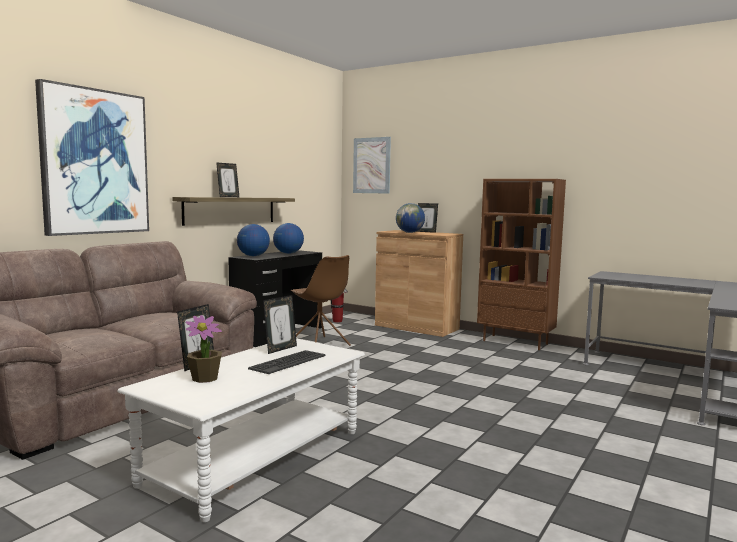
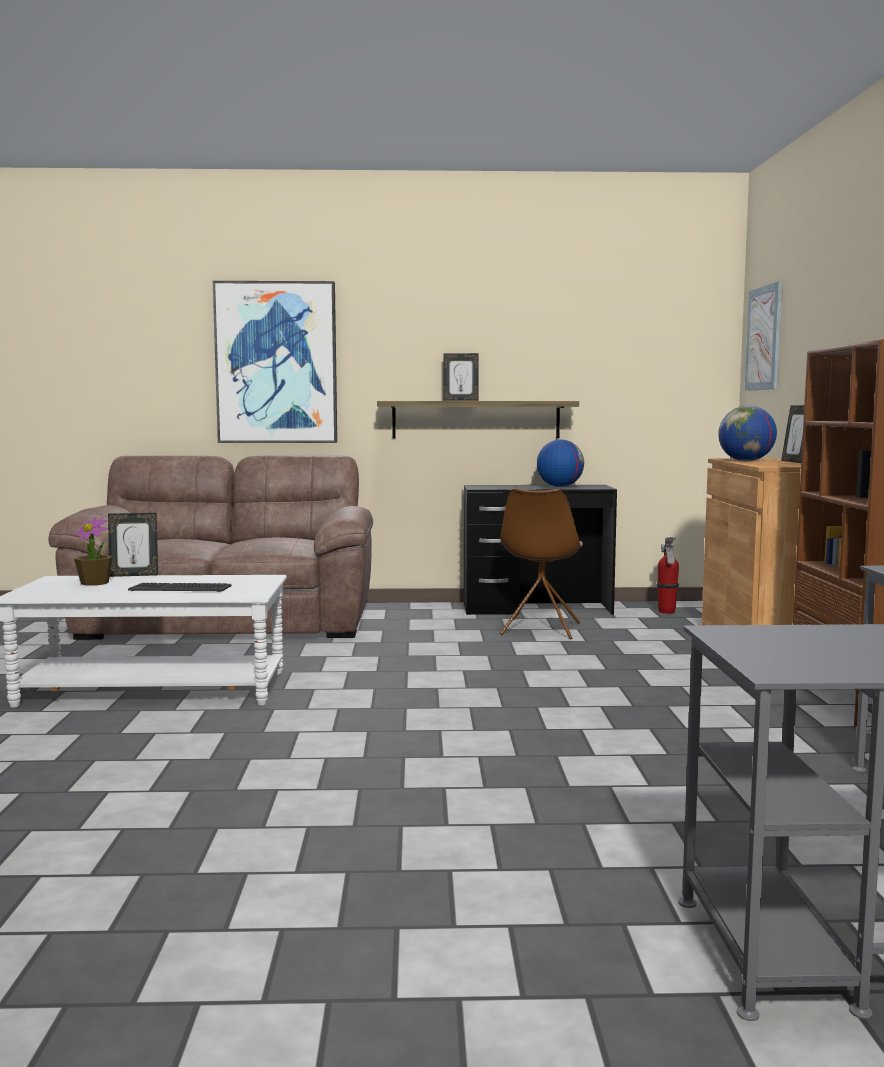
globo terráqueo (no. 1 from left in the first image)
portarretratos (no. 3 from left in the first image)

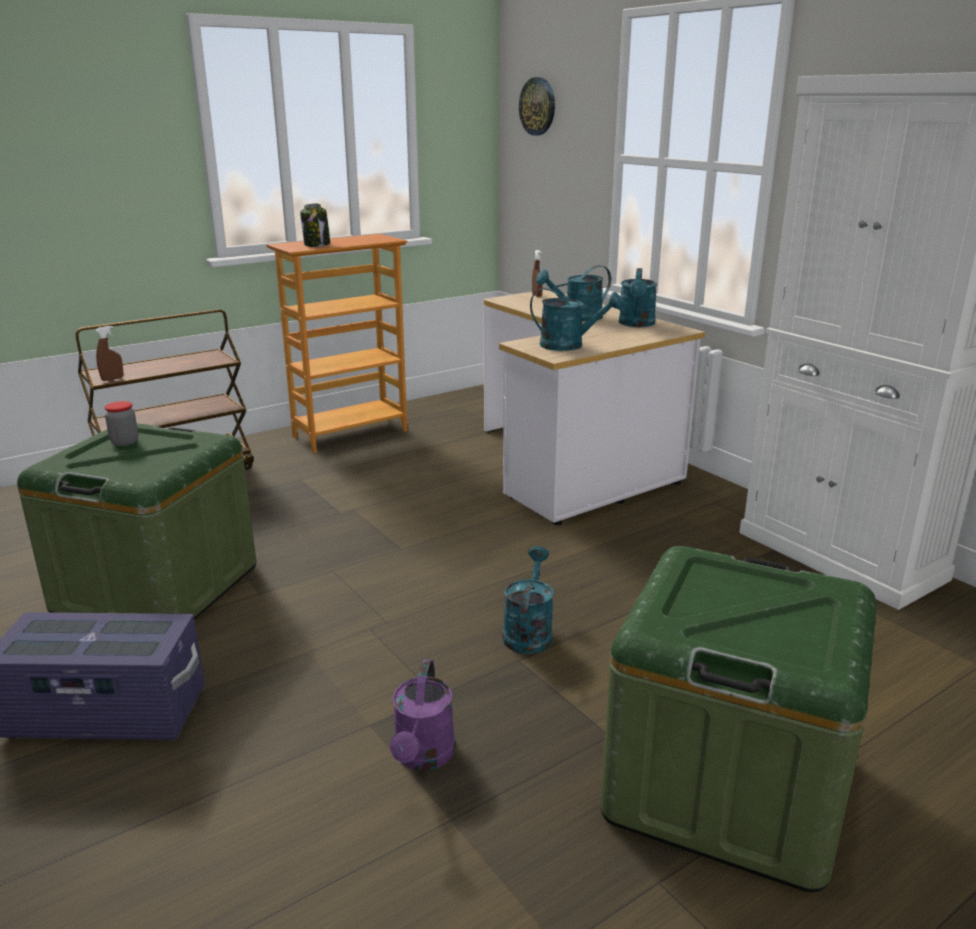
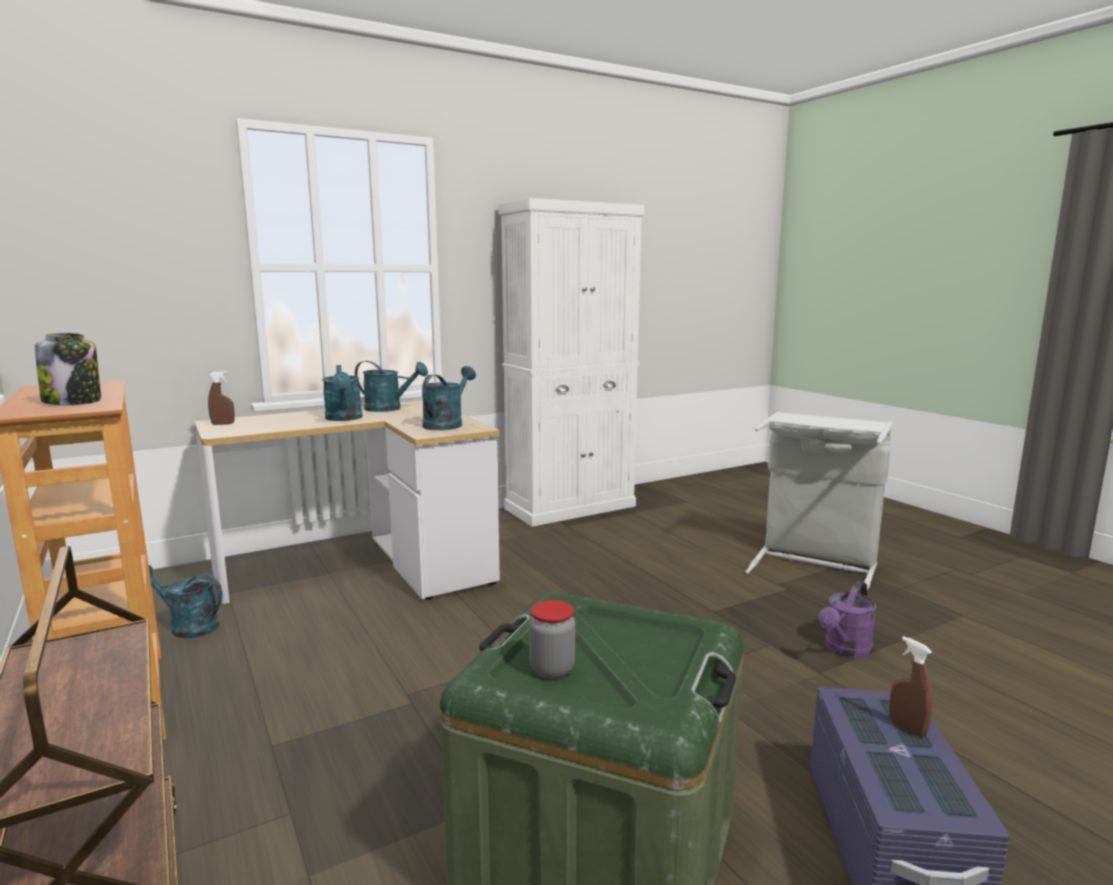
regadera [turquesa] (no. 1 from left)
cesto de la ropa [gris]
regadera [morado]
pulverizador [marrón] (no. 2 from left)
reloj de pared

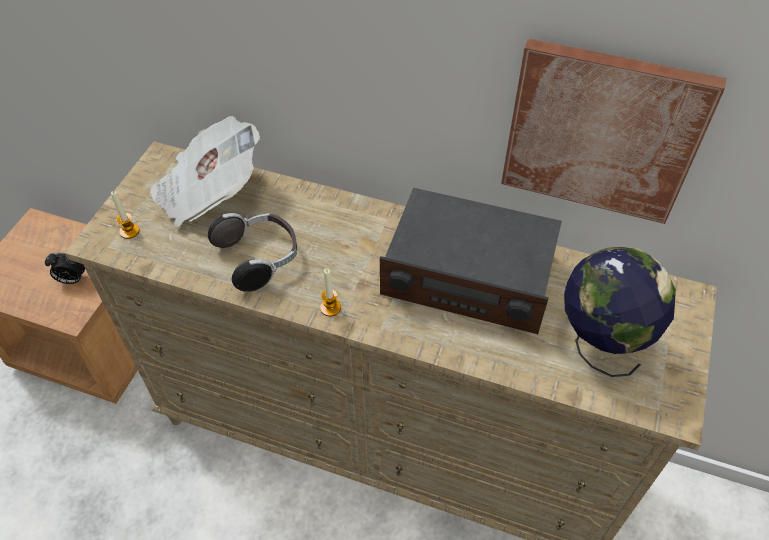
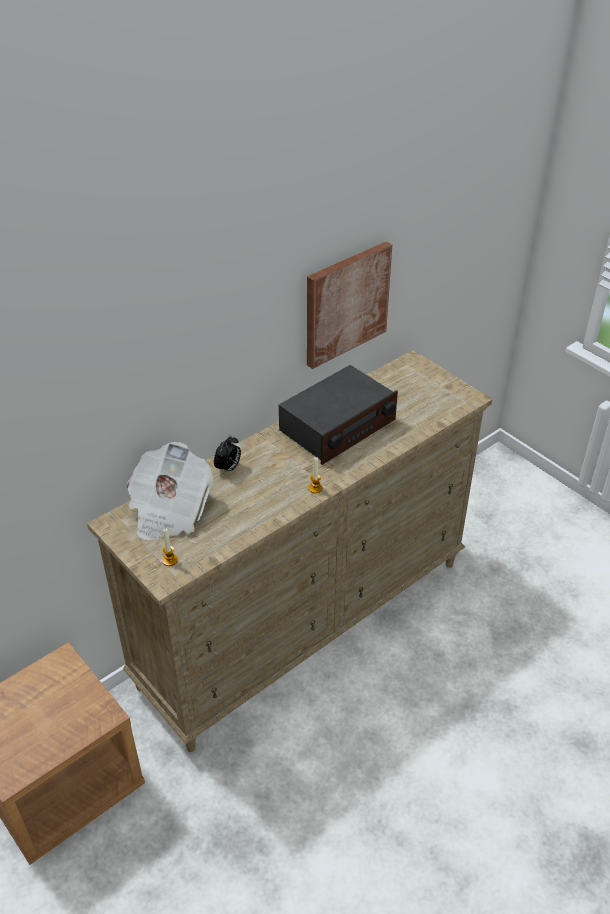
despertador
auriculares
globo terráqueo

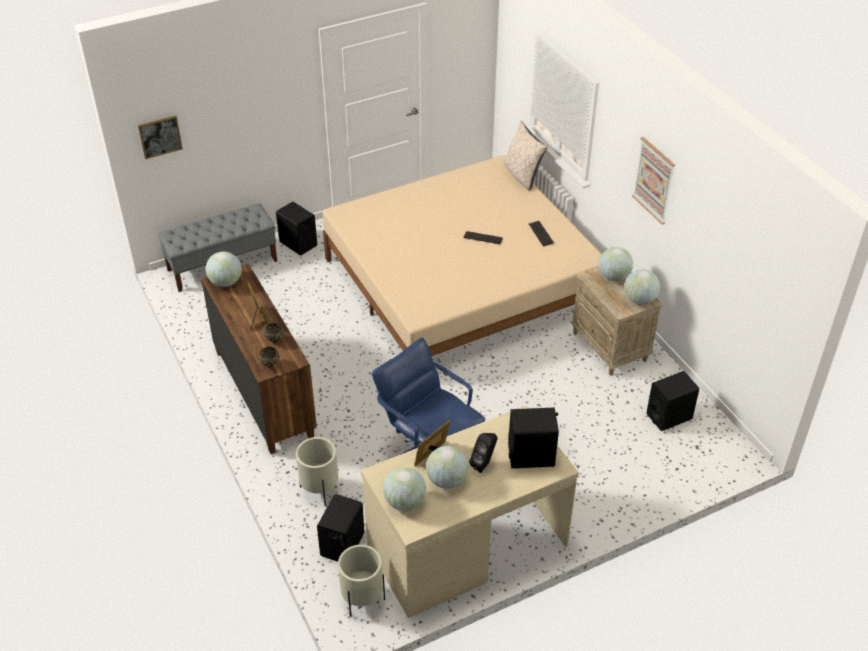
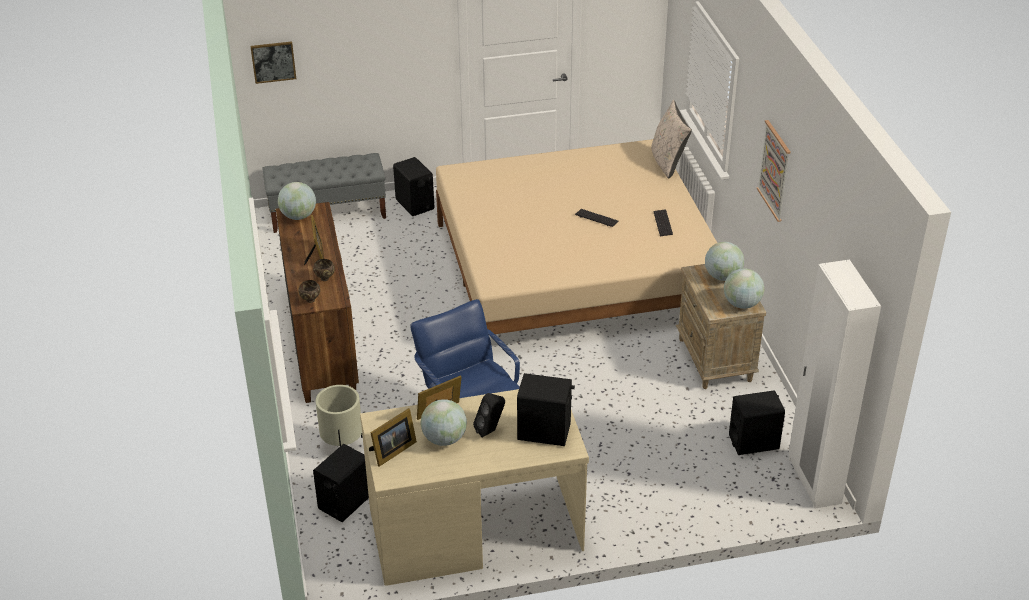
portarretratos (no. 2 from left)
armario ropero [blanco]
maceta [beis] (no. 2 from left in the first image)

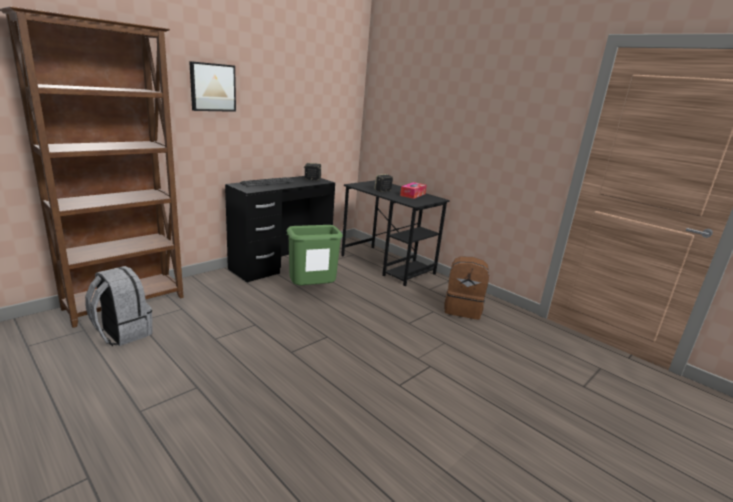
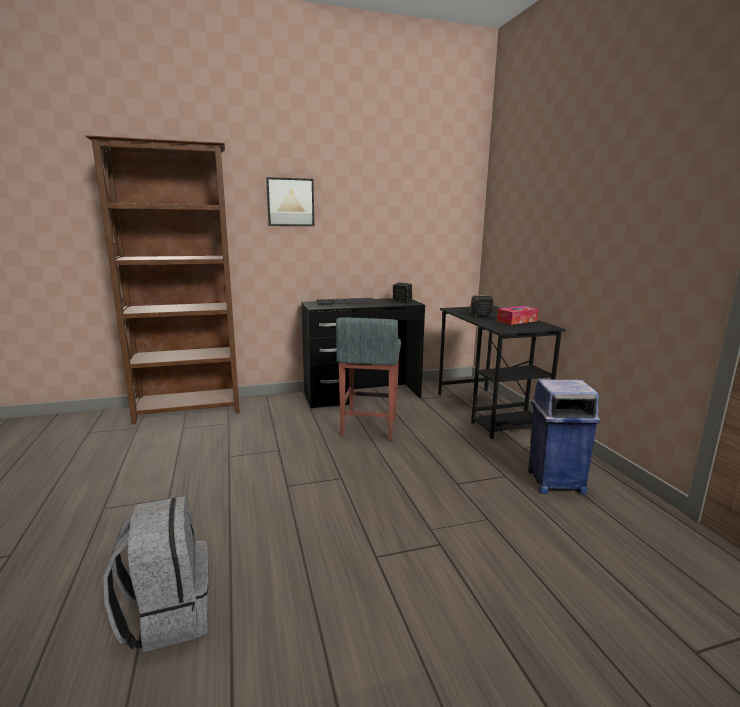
mochila [gris]
taburete [gris]
papelera [azul]

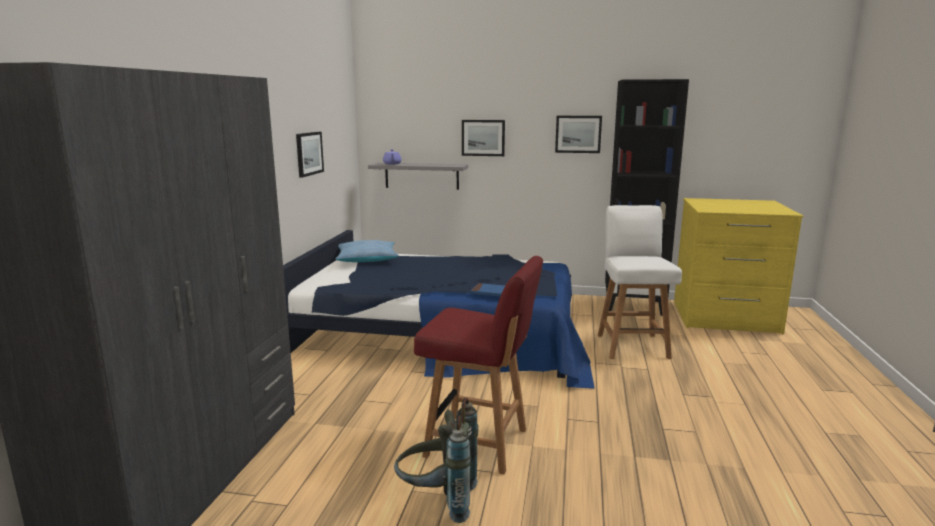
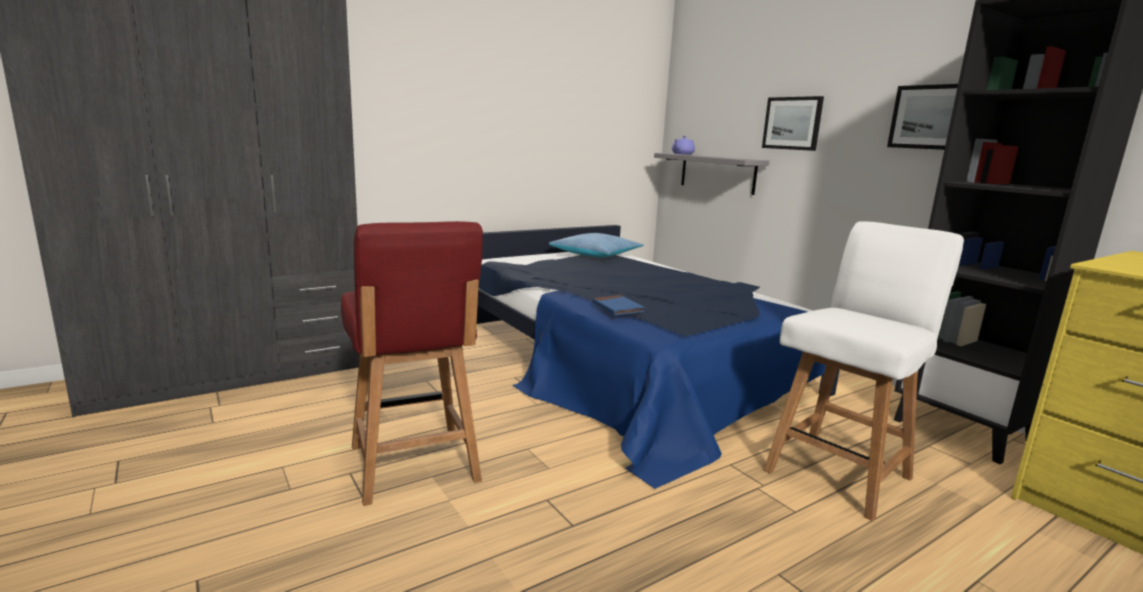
cuadro (no. 1 from left in the first image)
mochila [gris]

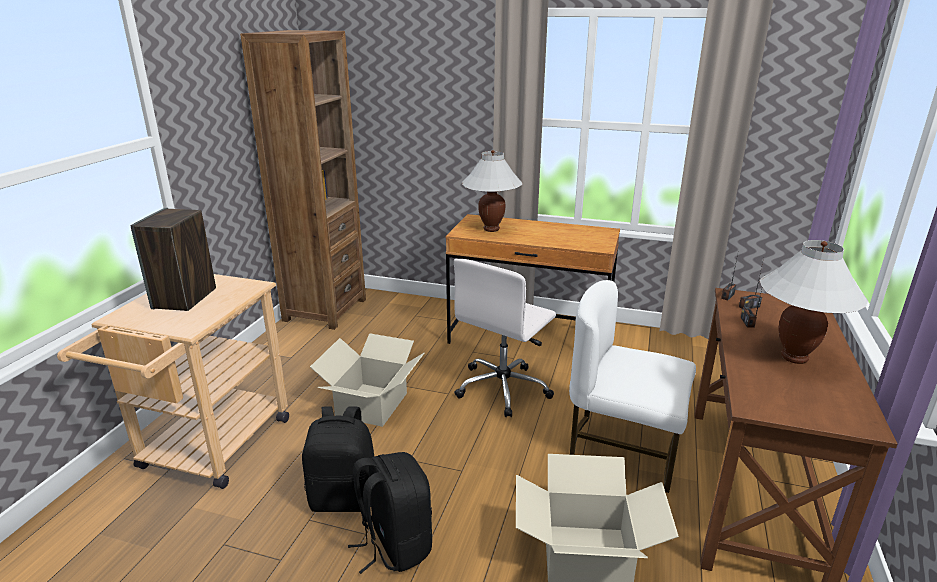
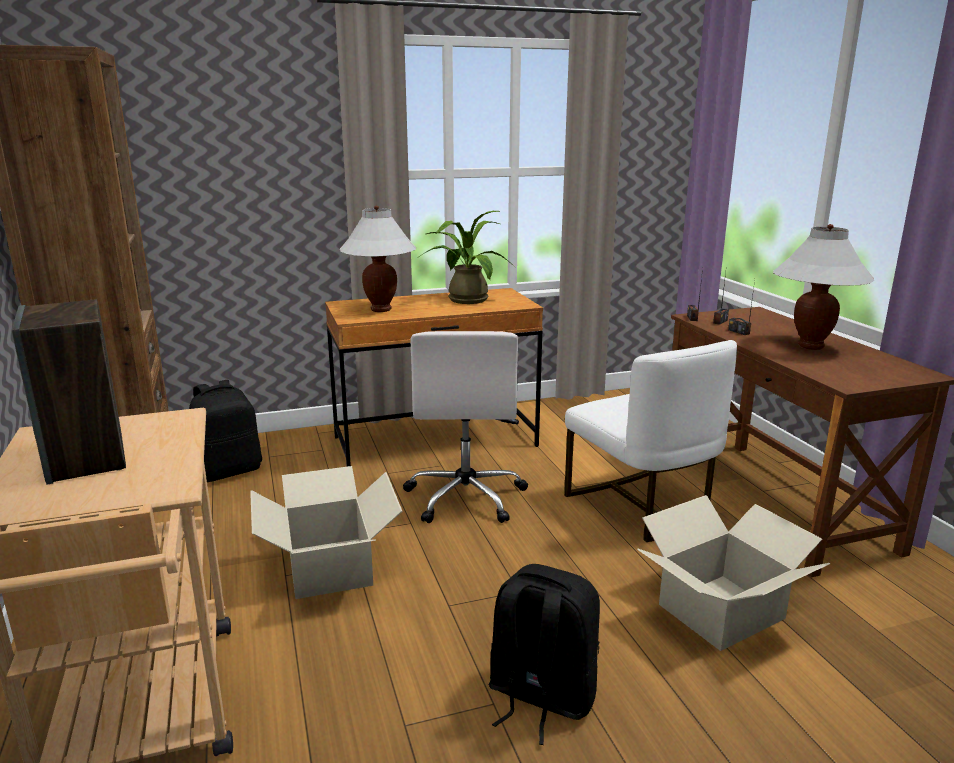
mochila [negro] (no. 1 from left)
planta en maceta
silla [blanco]

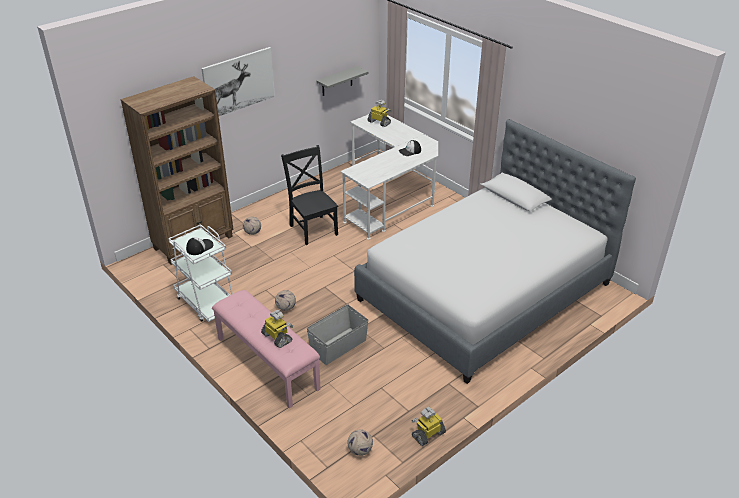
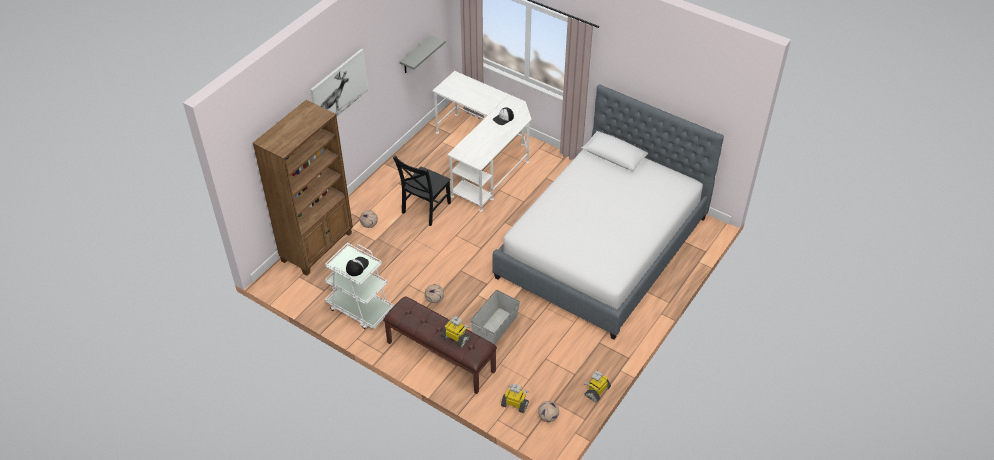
banco [marrón]
silla [negro]
robot de juguete (no. 2 from left)

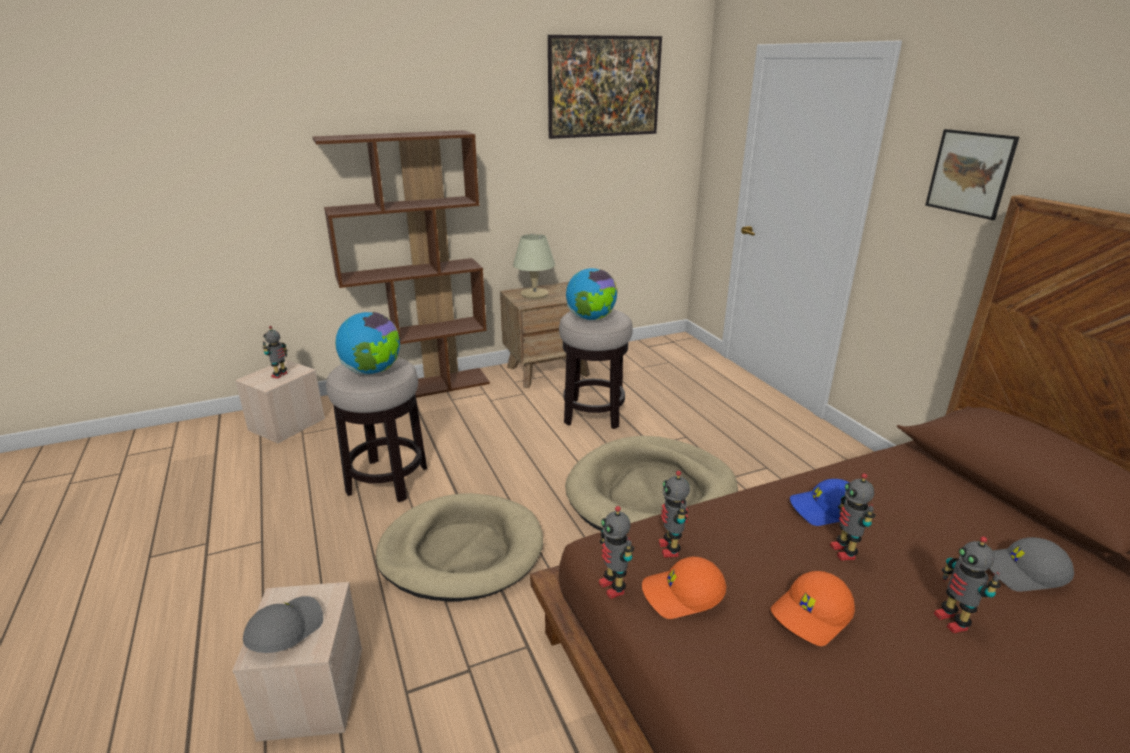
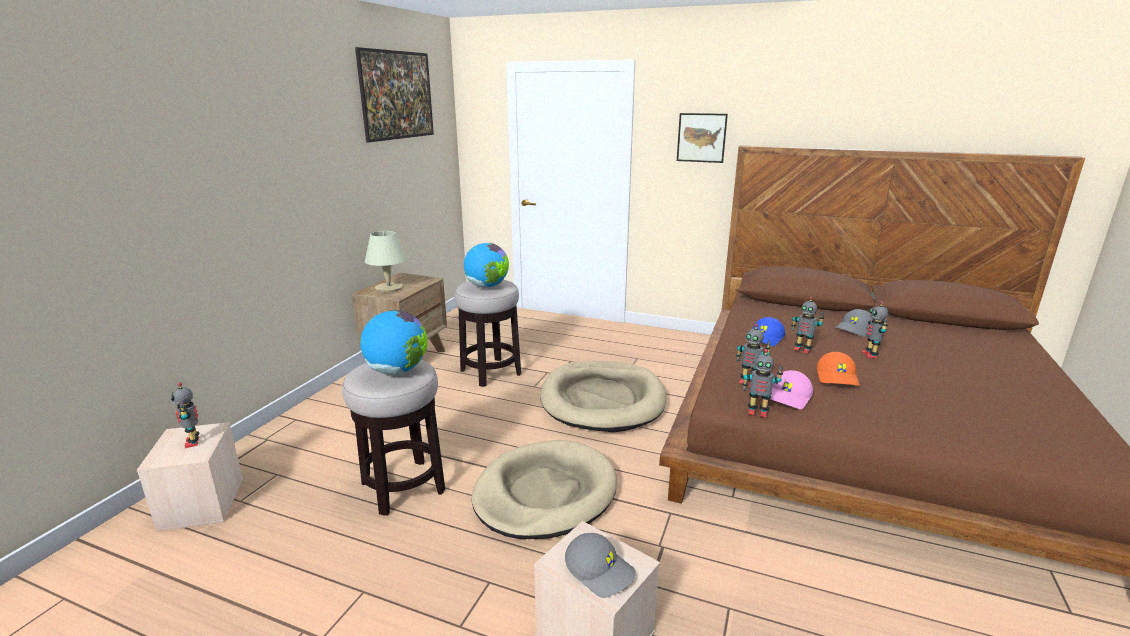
gorra [gris] (no. 1 from left)
gorra [rosa]
robot de juguete (no. 5 from left)
estantería [marrón]

